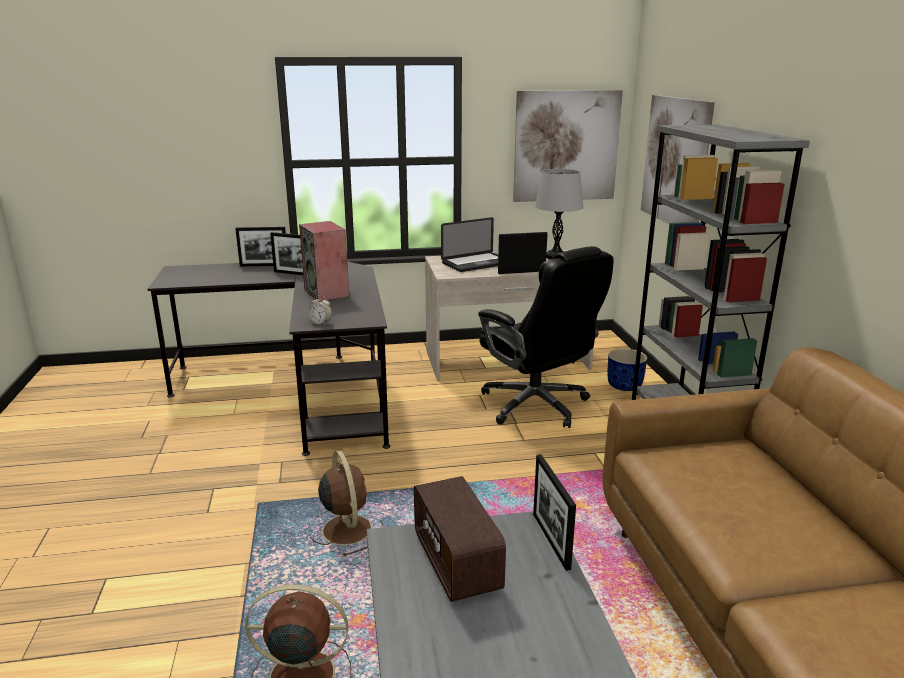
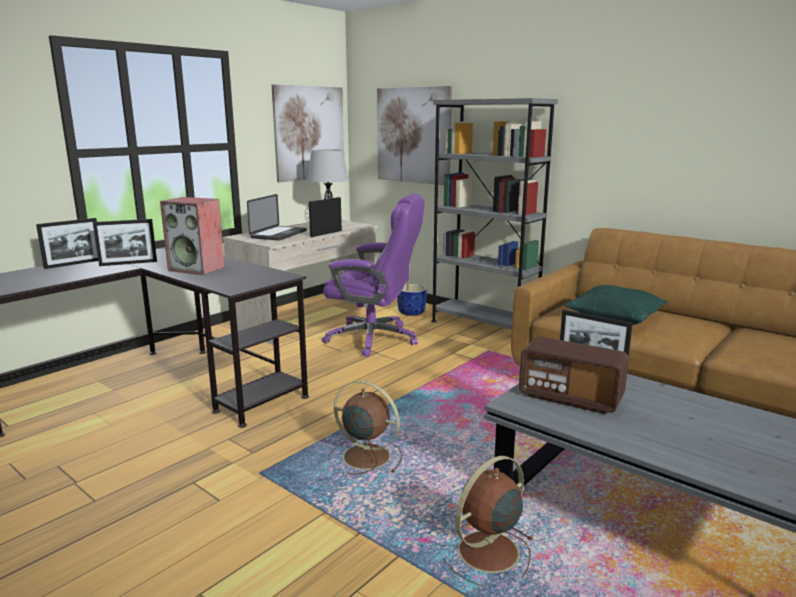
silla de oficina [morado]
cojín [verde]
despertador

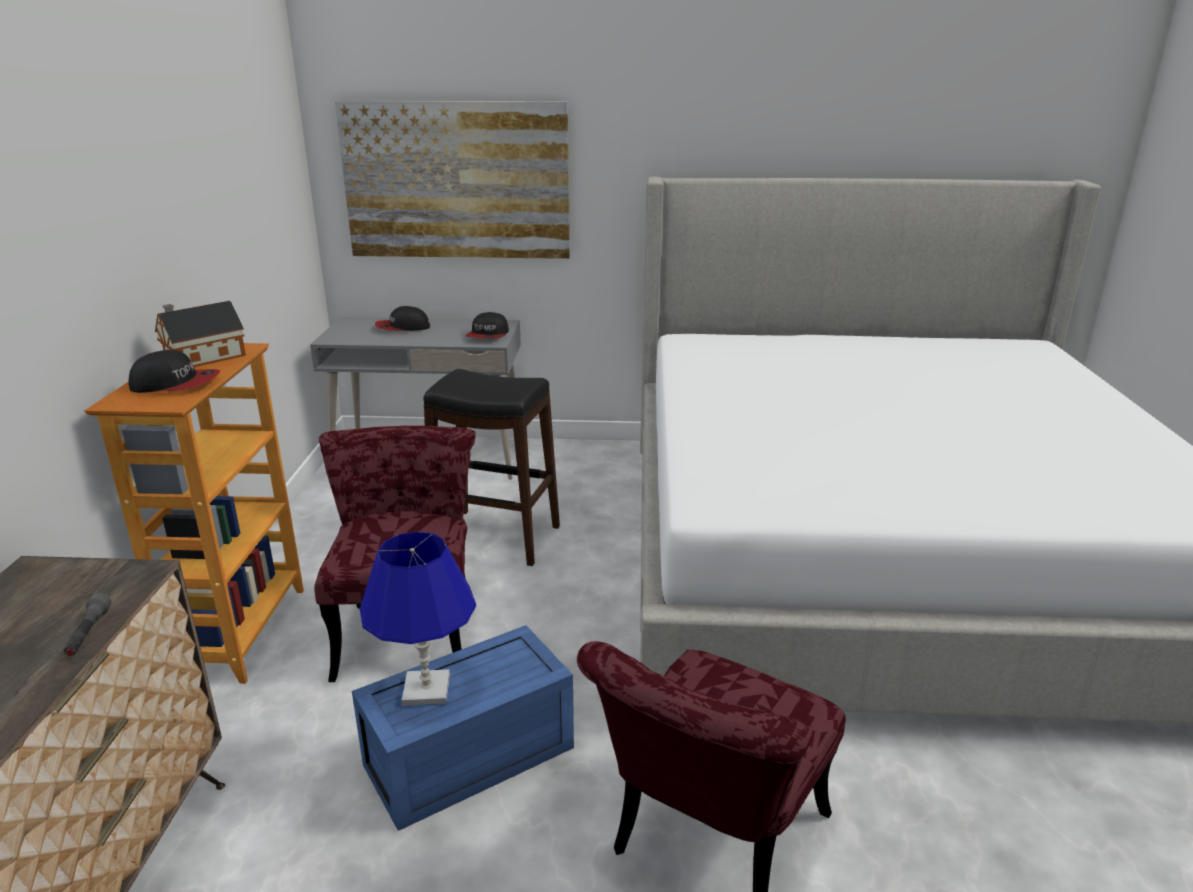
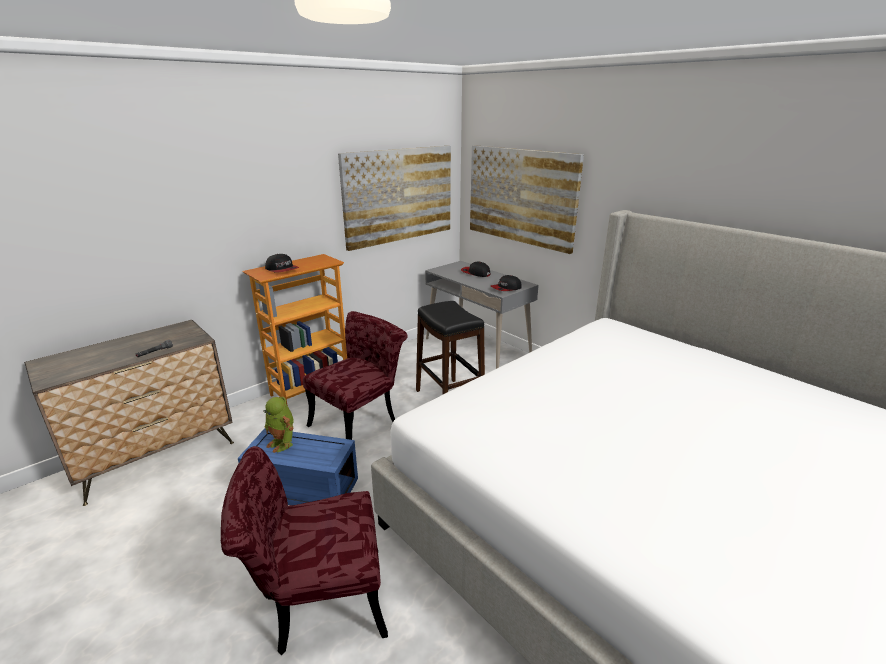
robot de juguete
cuadro (no. 1 from left)
casita

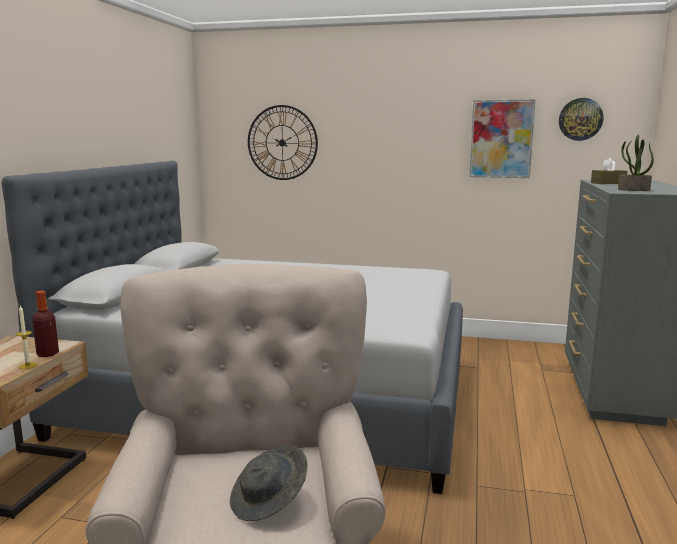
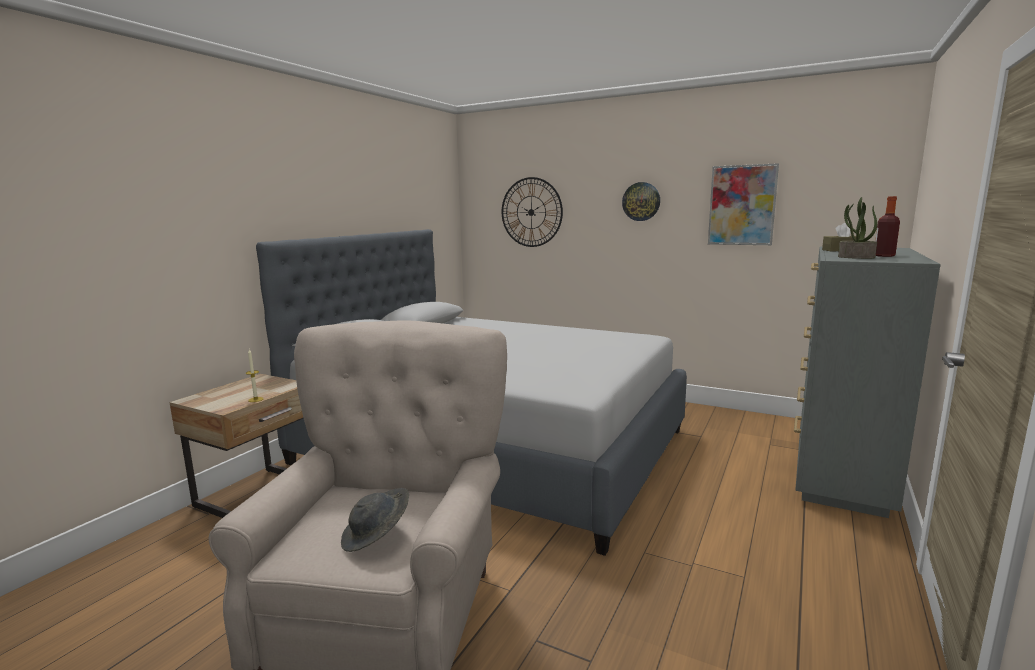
reloj de pared (no. 2 from left)
botella

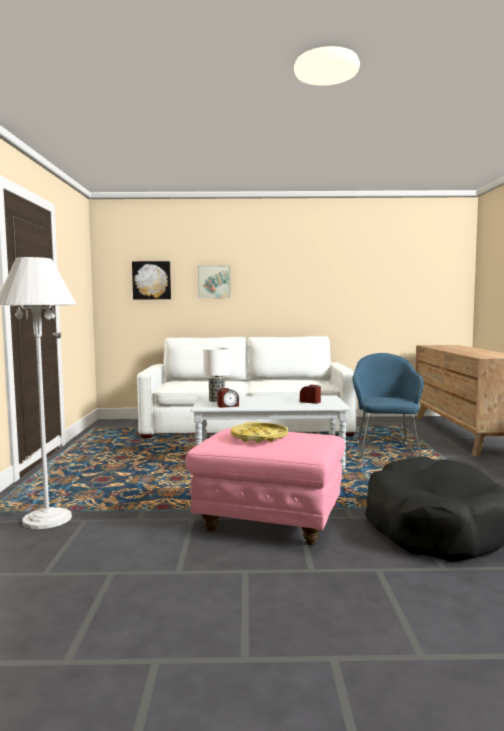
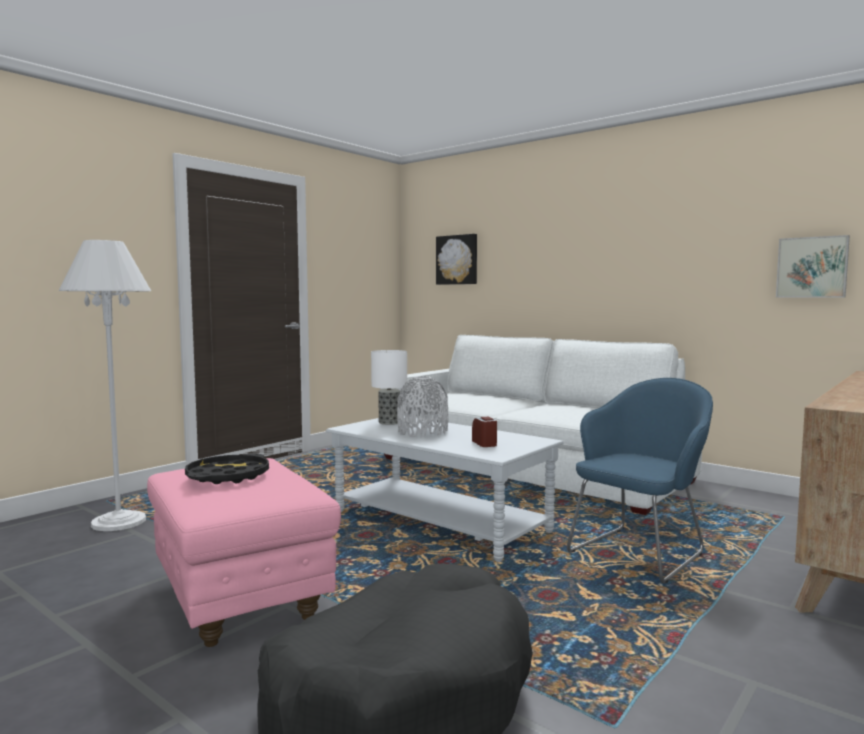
bandeja [negro]
florero [gris]
cuadro (no. 2 from left)
despertador (no. 1 from left in the first image)

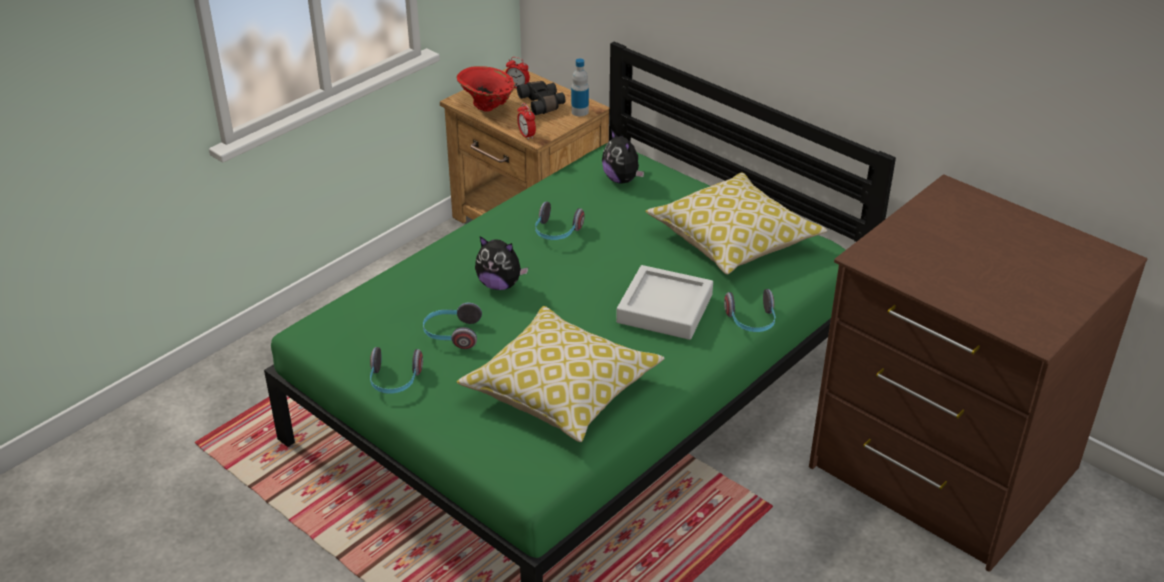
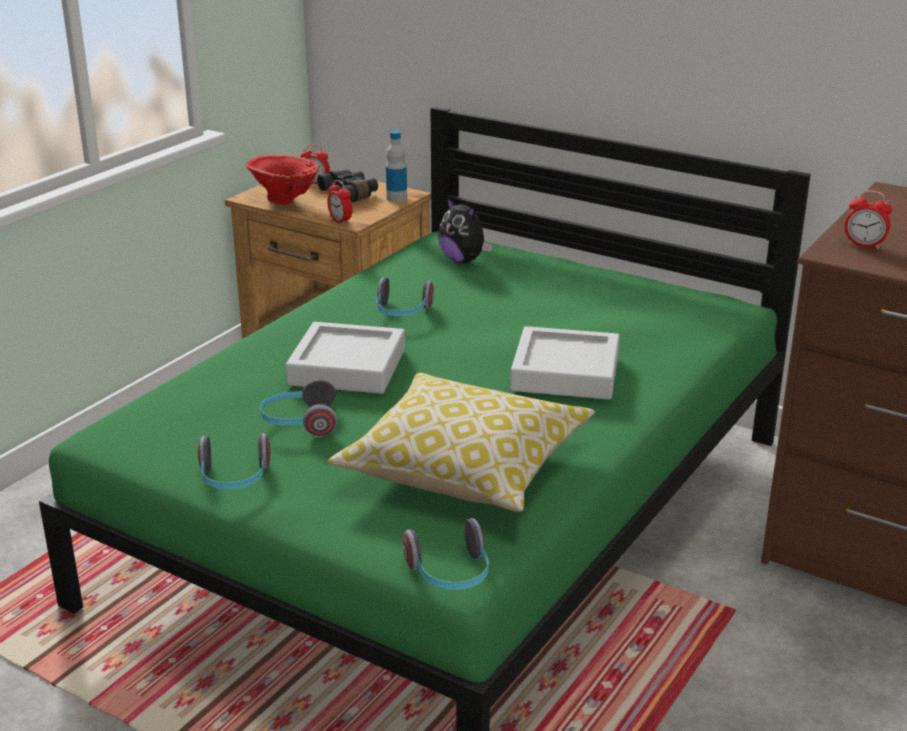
bandeja [gris] (no. 1 from left)
auriculares (no. 4 from left)
despertador (no. 3 from left)
cojín (no. 2 from left in the first image)

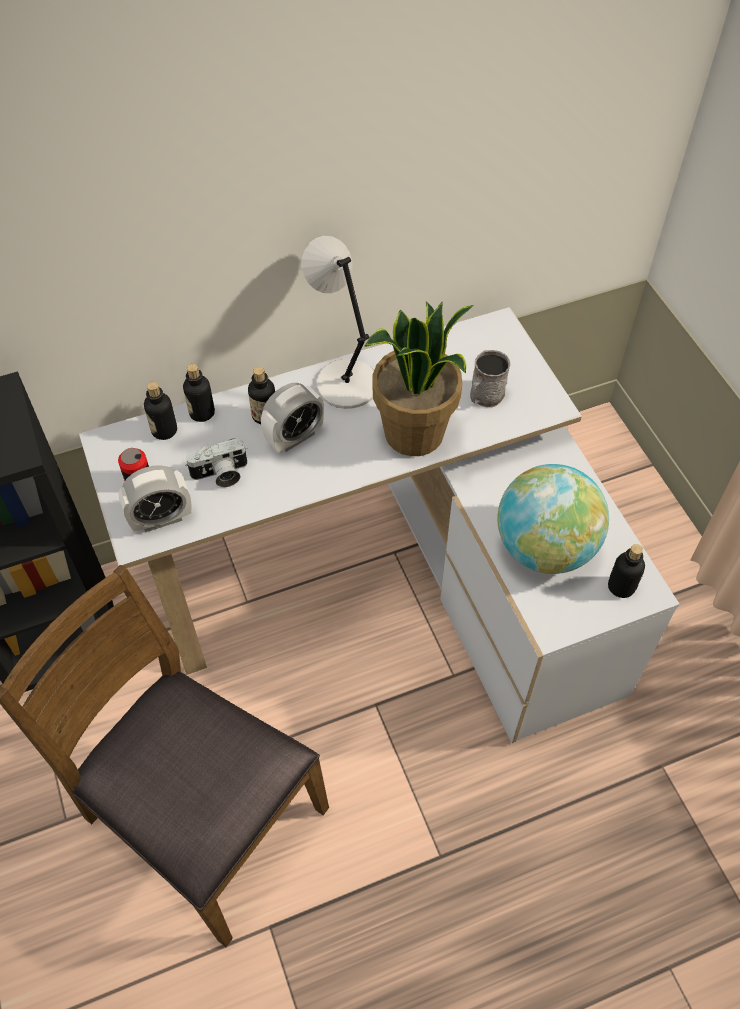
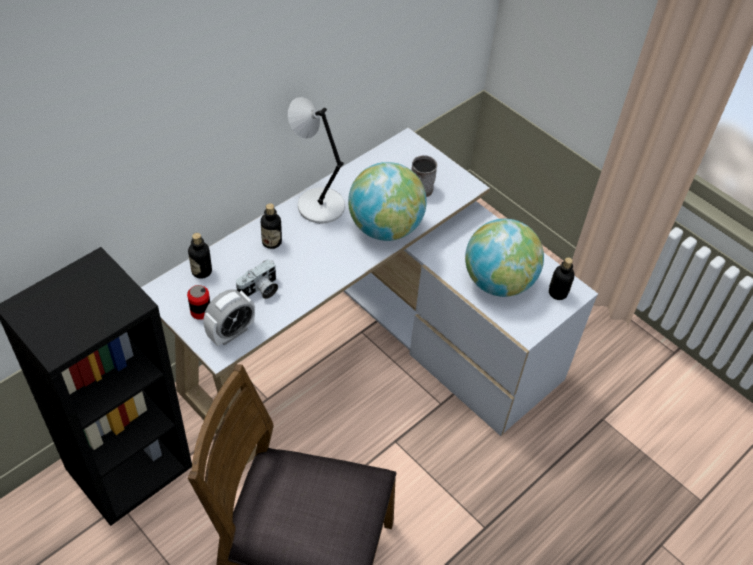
globo terráqueo (no. 1 from left)
botella (no. 2 from left in the first image)
despertador (no. 2 from left in the first image)

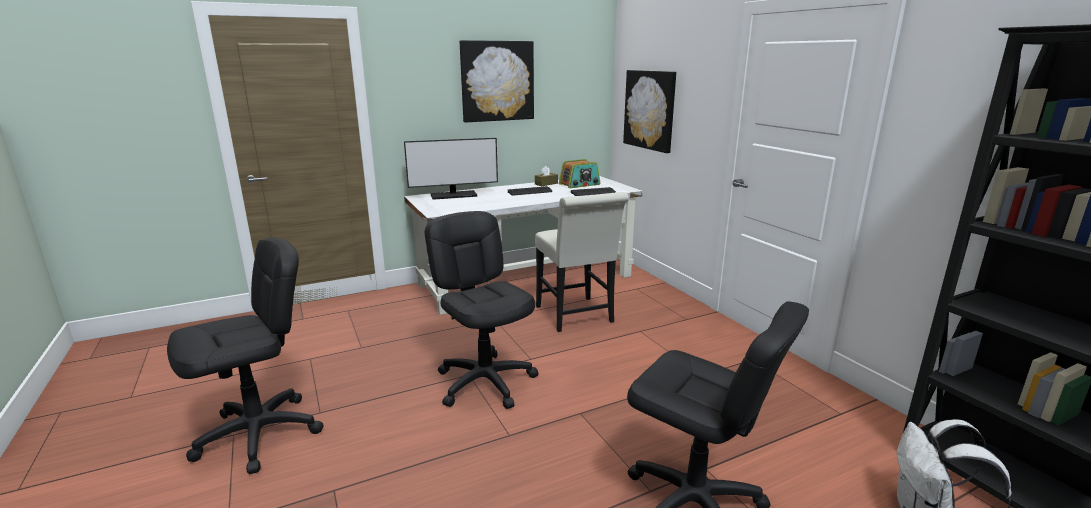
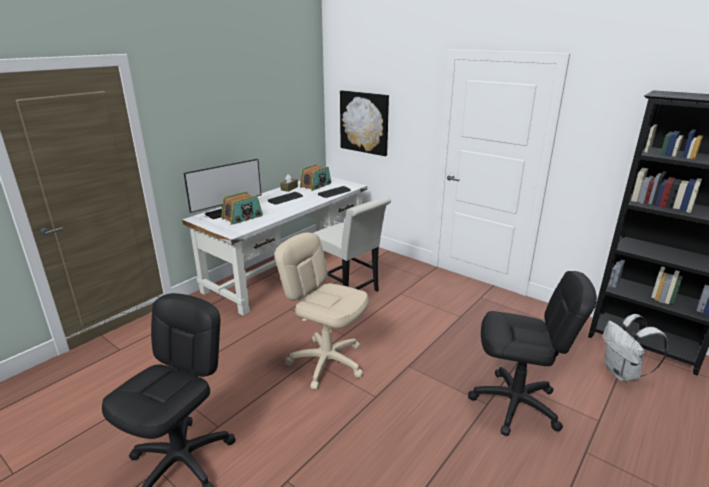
radio (no. 1 from left)
silla de oficina [beis]
cuadro (no. 1 from left in the first image)

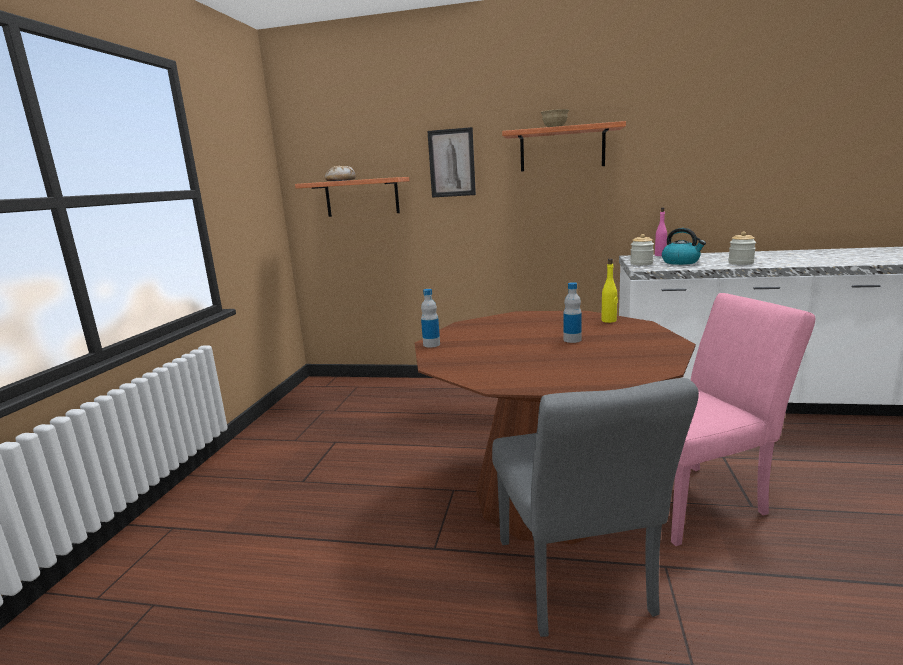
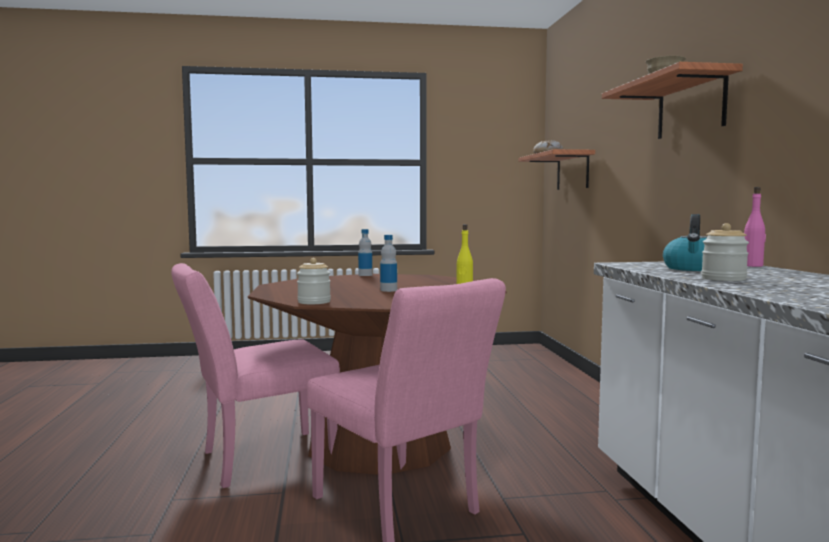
silla [rosa] (no. 1 from left)
tarro (no. 1 from left)
cuadro

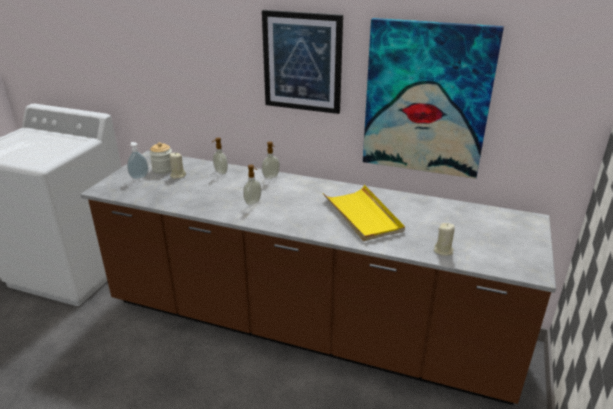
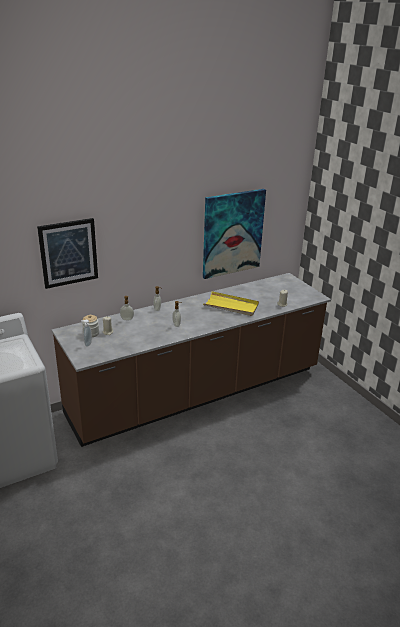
cuadro (no. 1 from left)

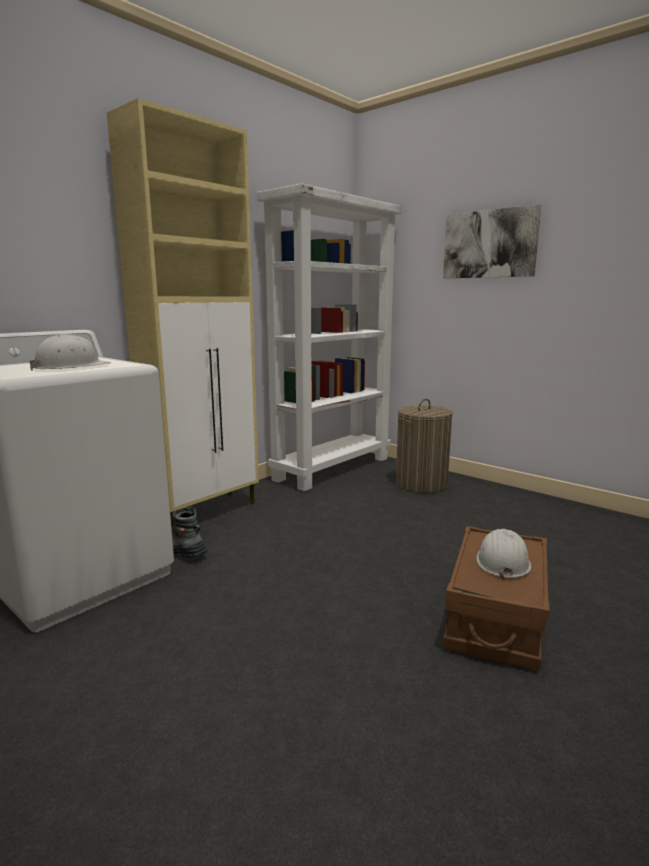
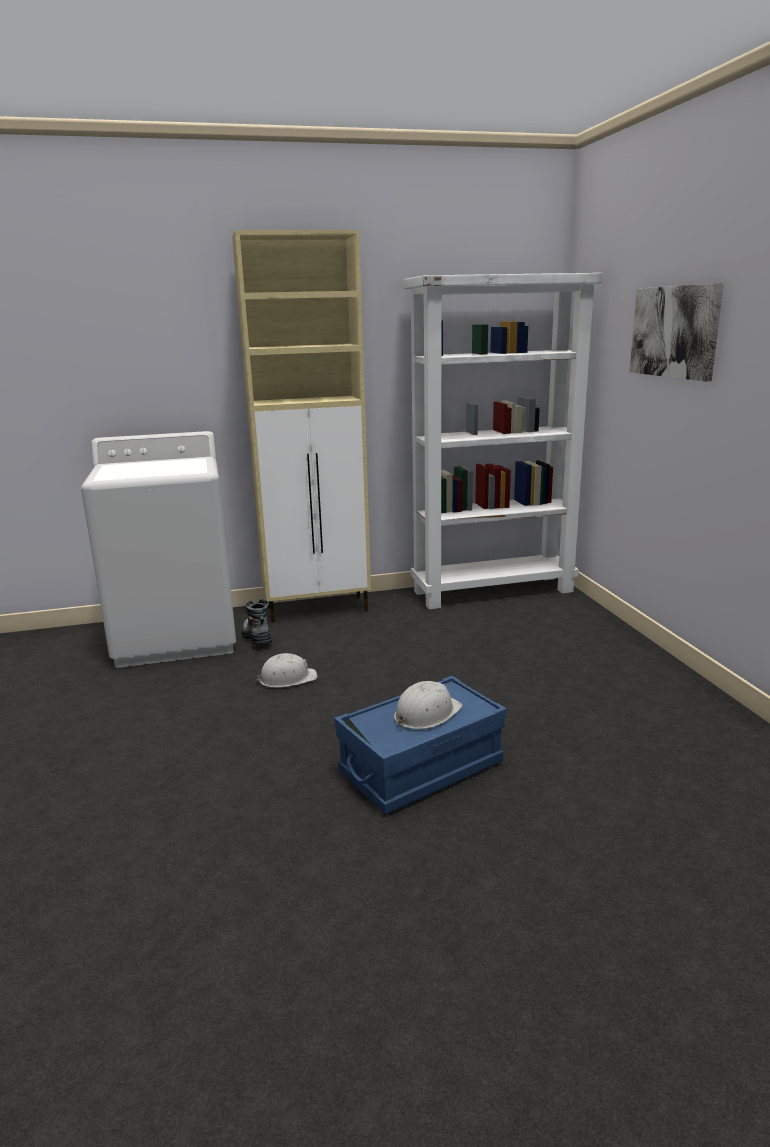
casco [blanco] (no. 1 from left)
caja de almacenaje [azul]
cesto de la ropa

